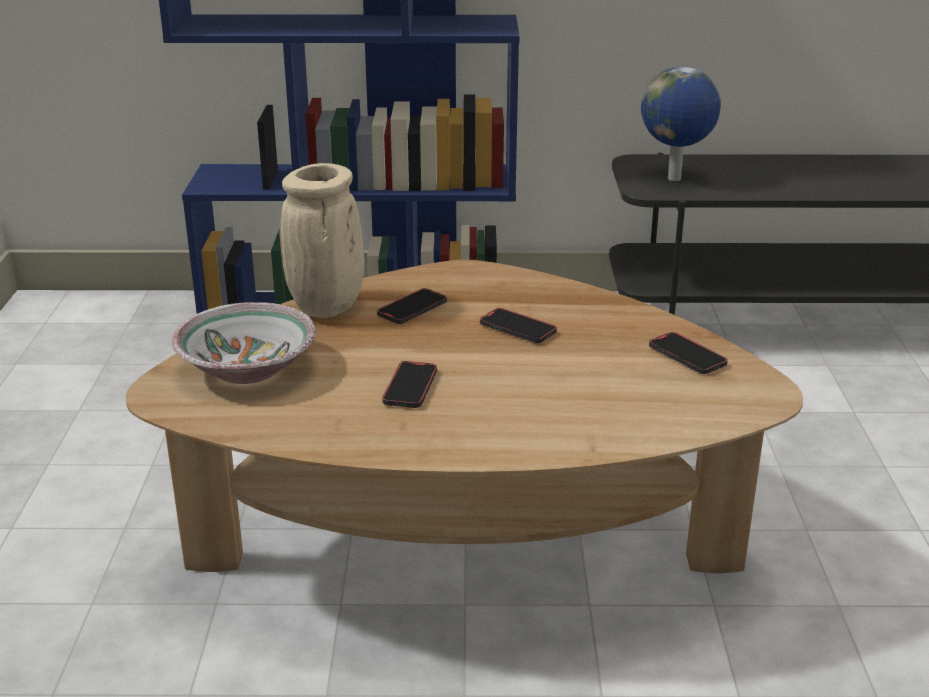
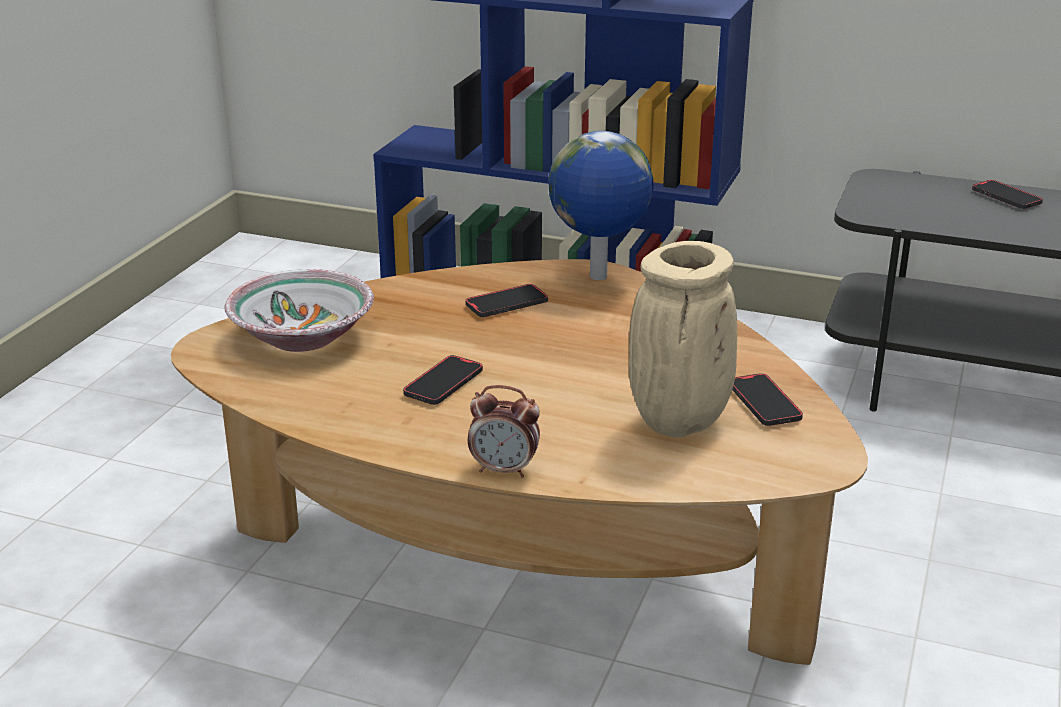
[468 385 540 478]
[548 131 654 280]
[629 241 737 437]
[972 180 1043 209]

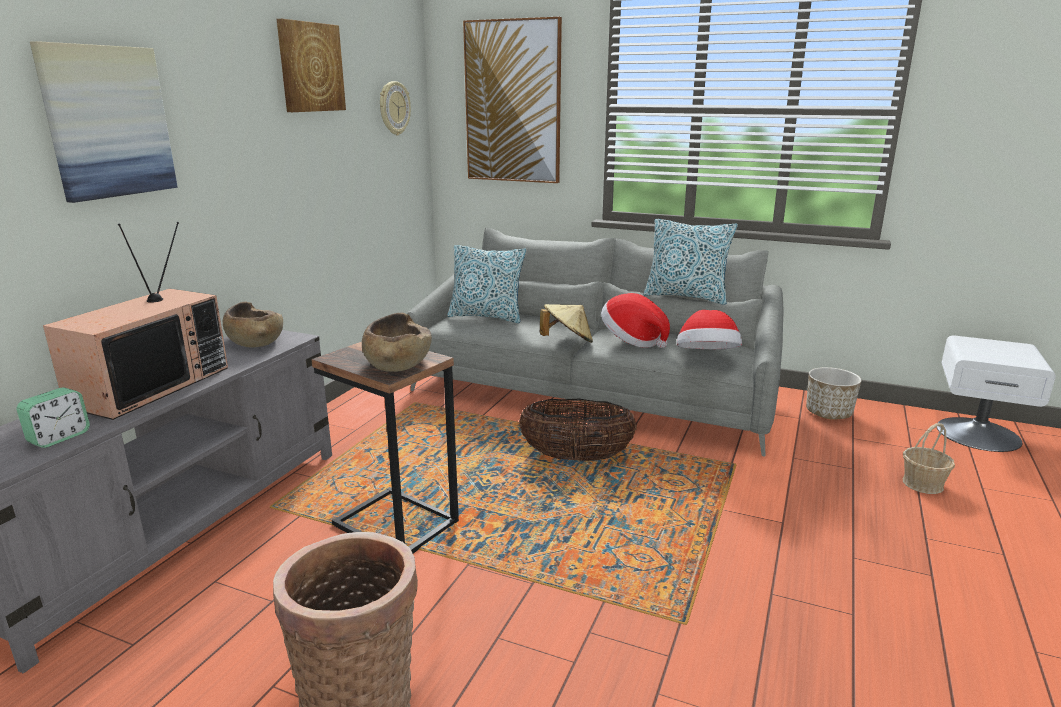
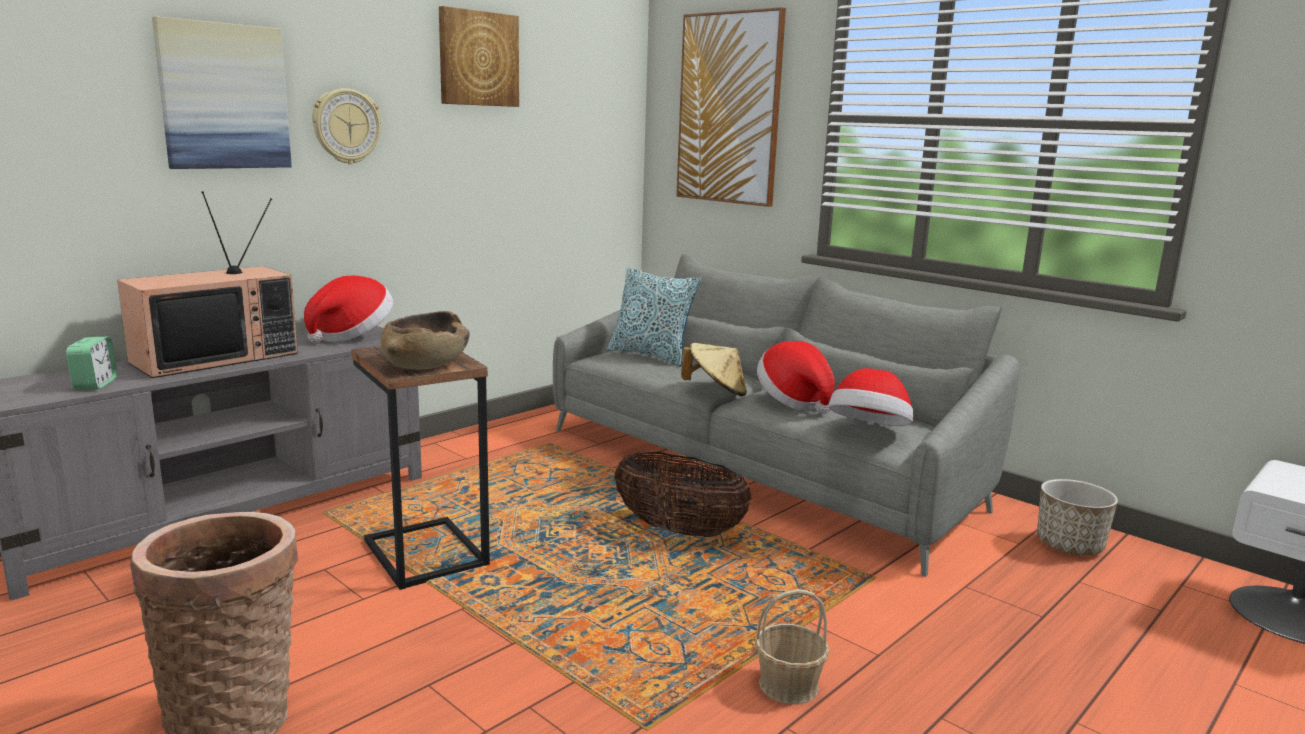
[66 337 117 390]
[304 275 393 343]
[312 88 381 164]
[755 589 830 704]
[644 219 738 305] (first image)

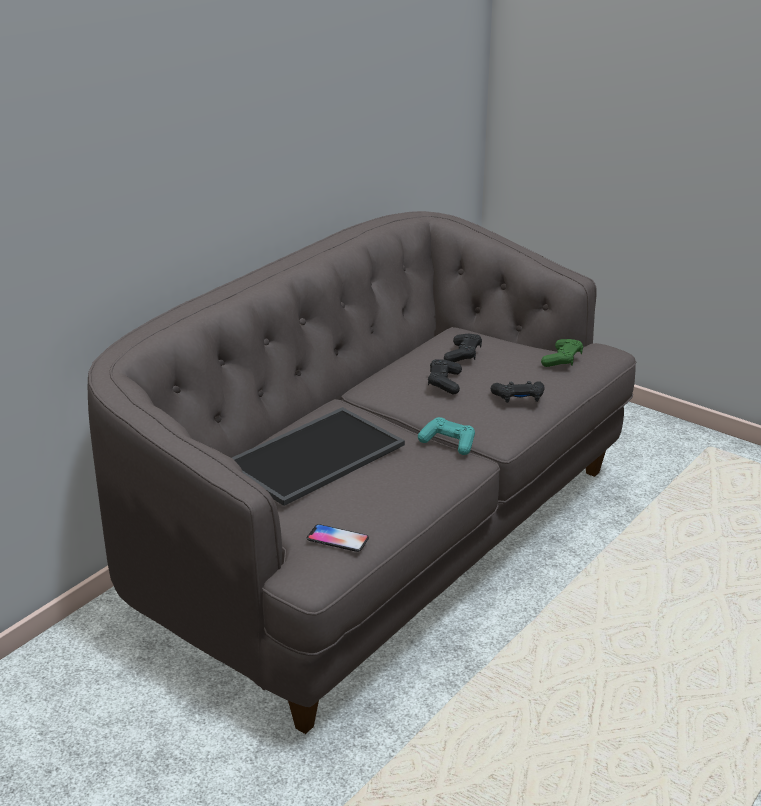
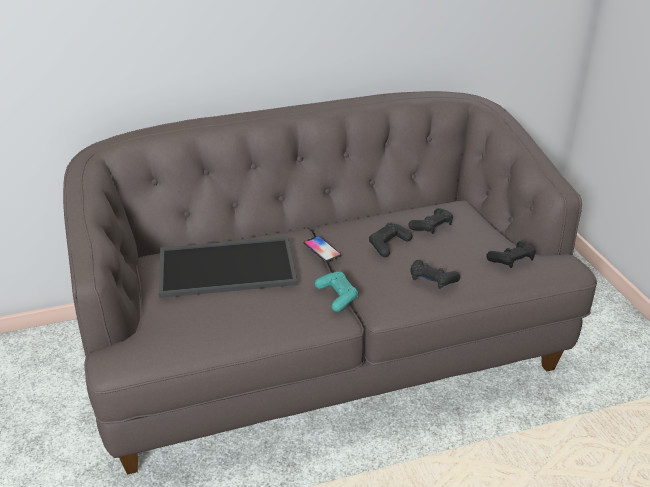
[303 236 341 262]
[486 241 536 268]

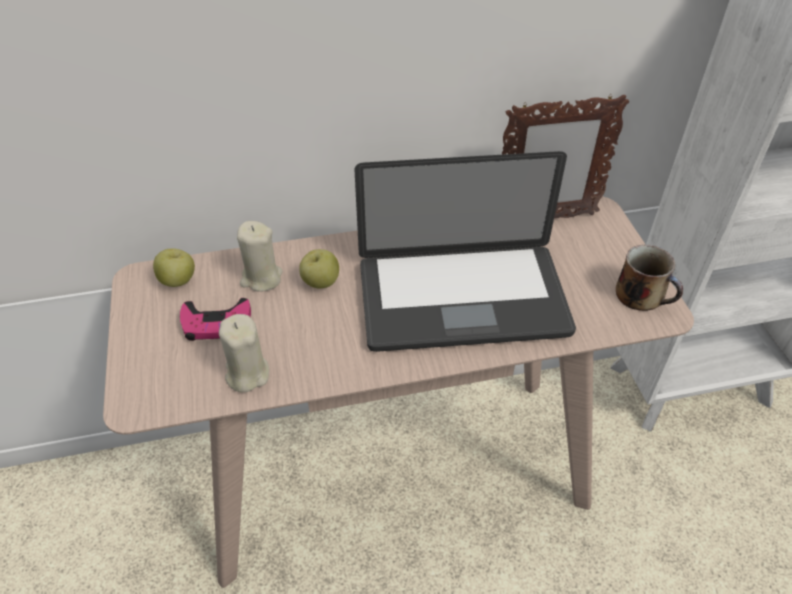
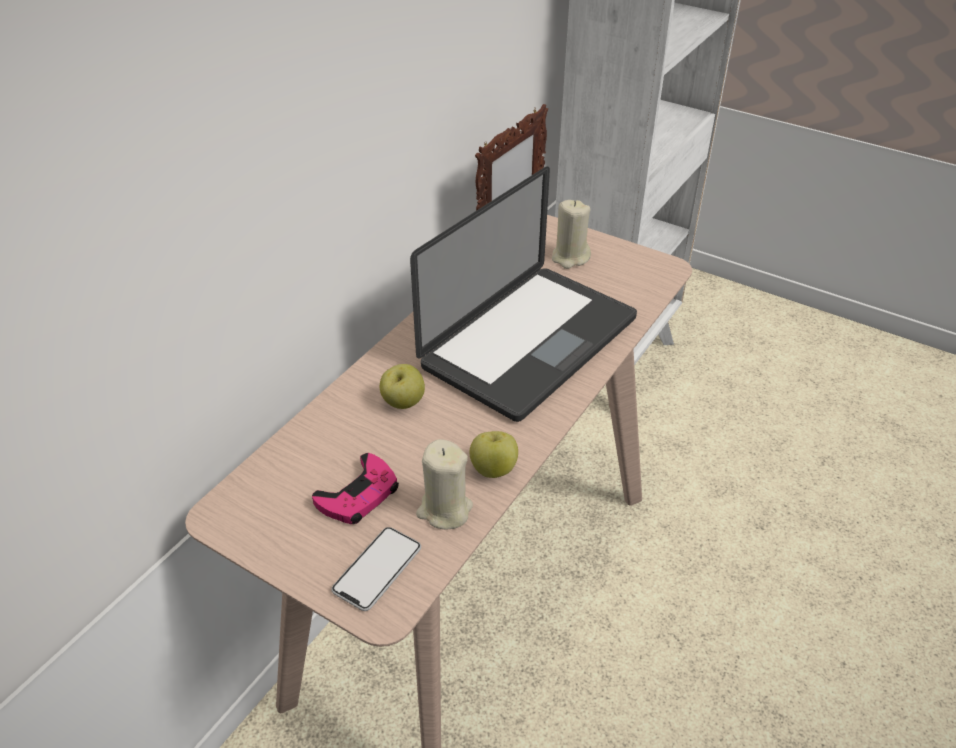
[331 527 421 611]
[470 431 518 478]
[552 200 591 269]
[616 244 683 311] (first image)

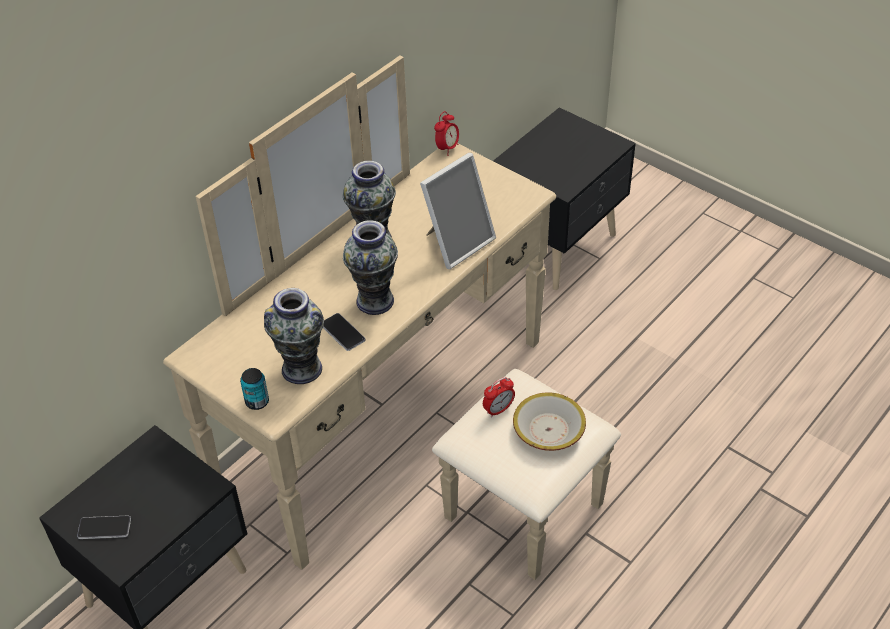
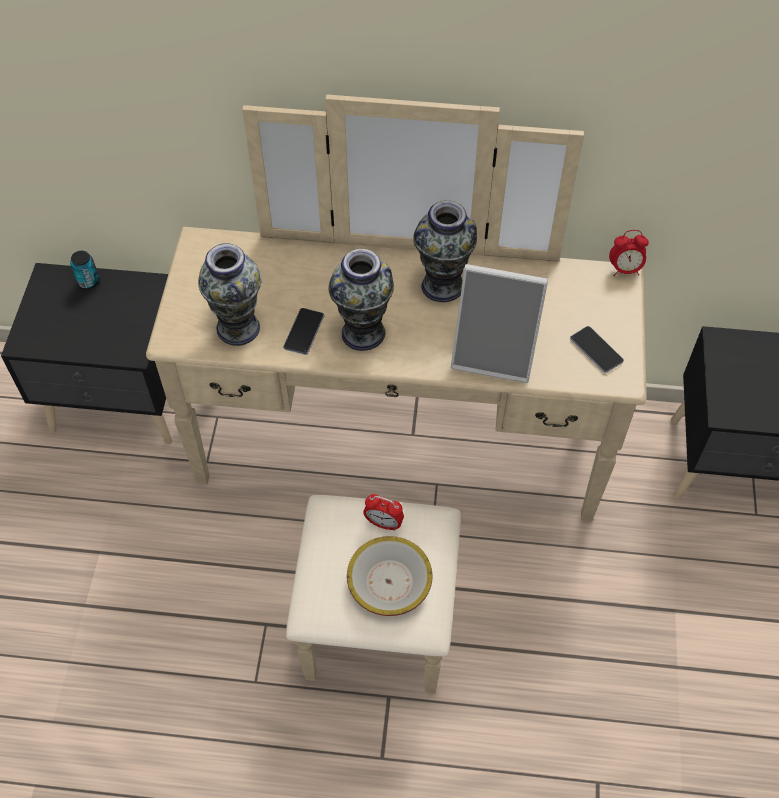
[70 251 100 289]
[570 326 624 373]

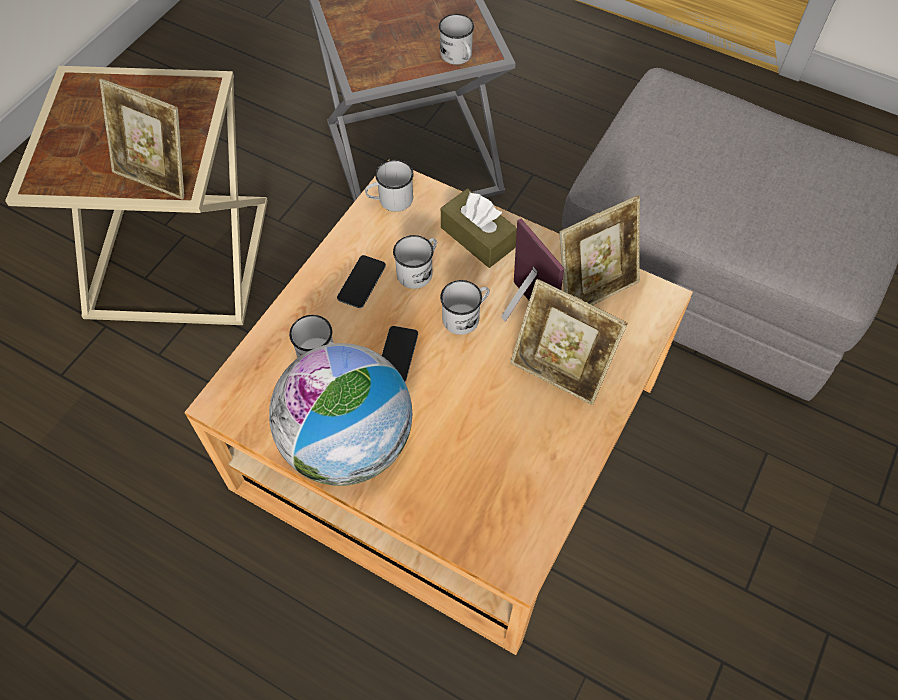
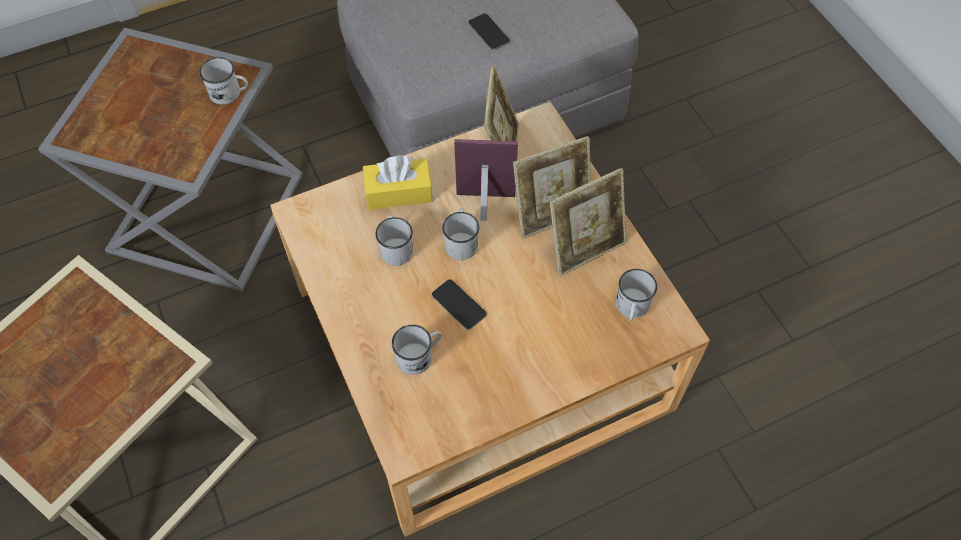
[363 155 433 210]
[468 13 510 50]
[550 168 627 277]
[616 269 657 321]
[269 343 412 486] (first image)

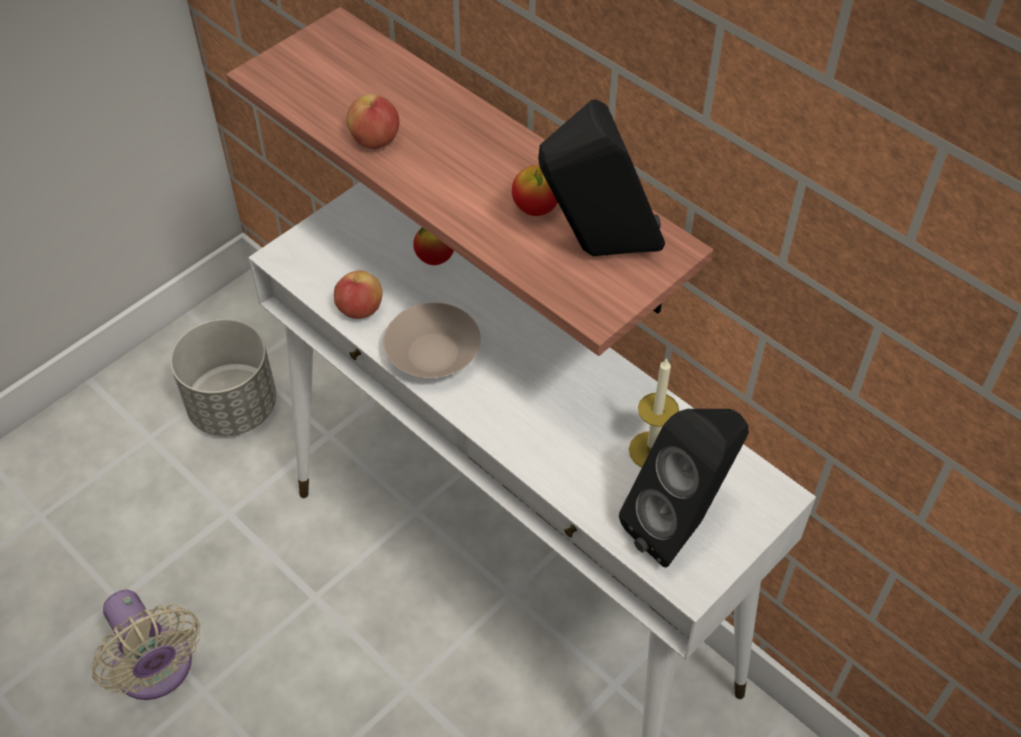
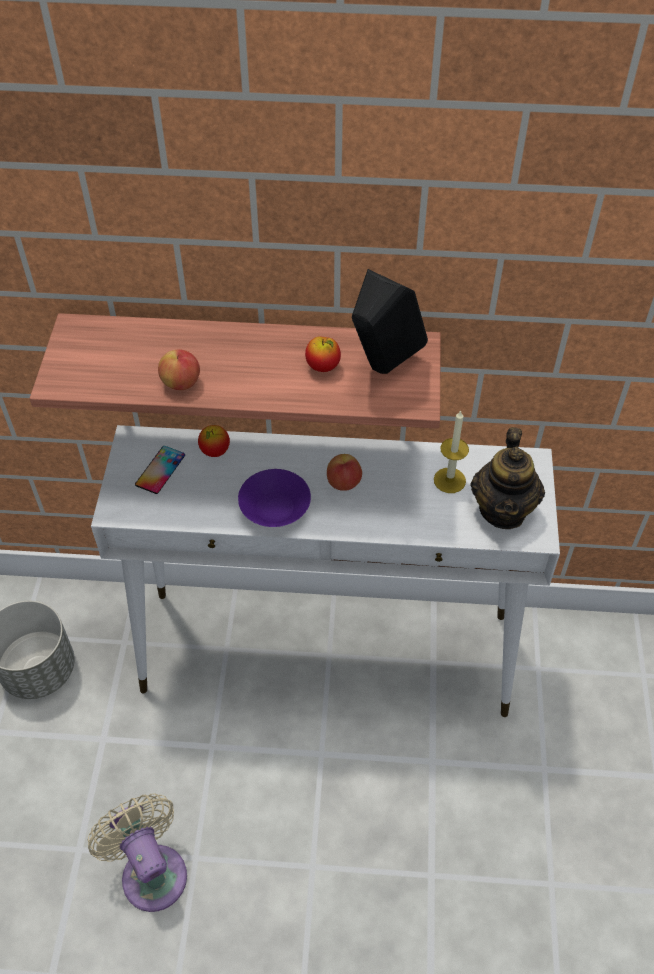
[88 794 187 912]
[135 446 185 494]
[238 469 311 527]
[327 454 362 491]
[471 427 545 529]

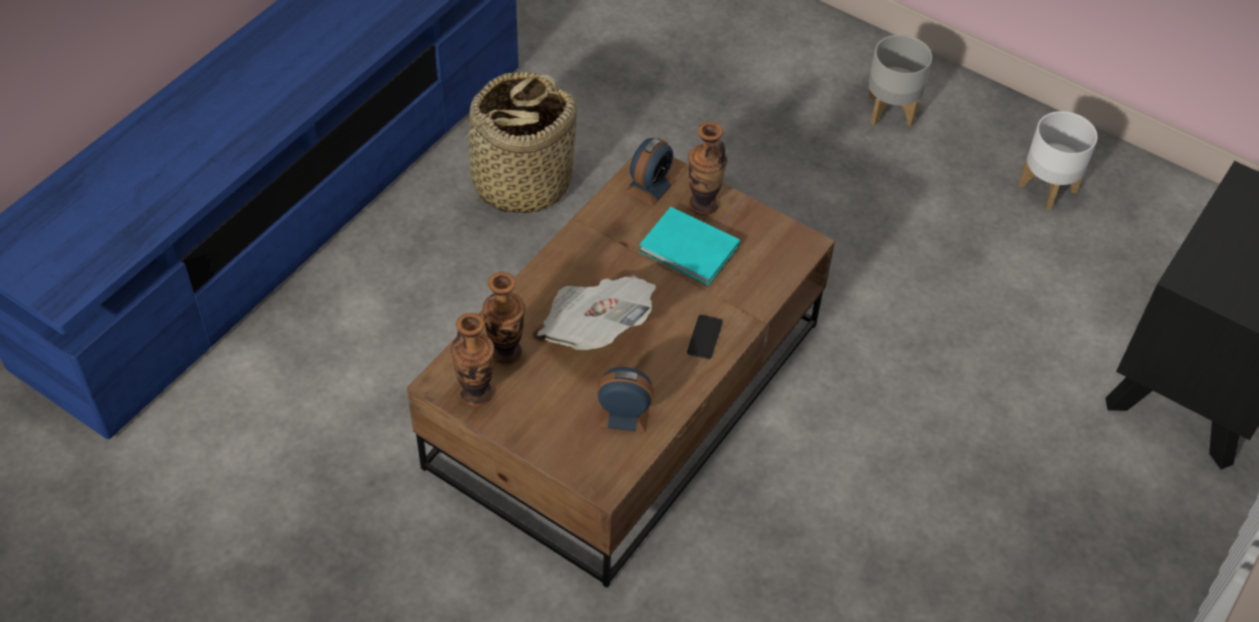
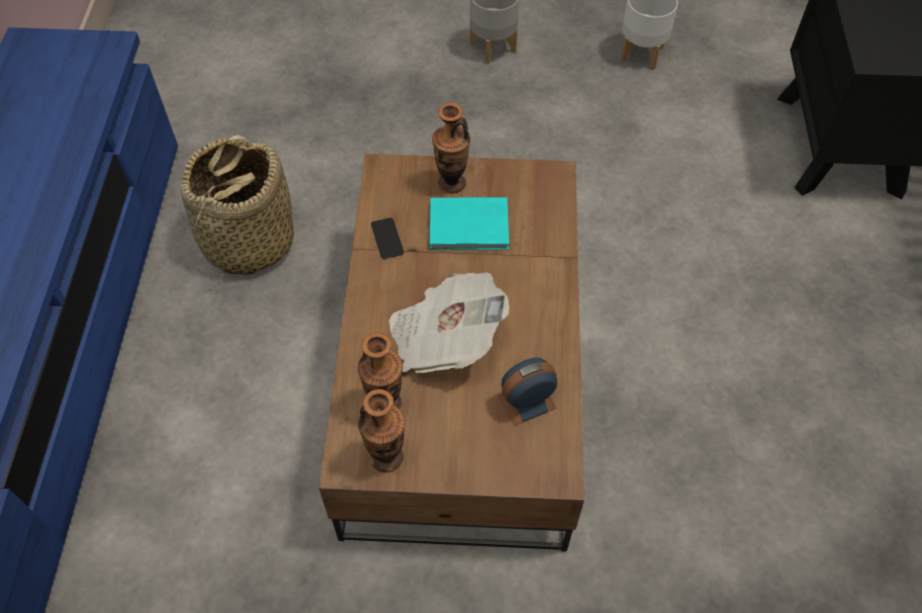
[371 218 404 259]
[624 138 676 206] (first image)

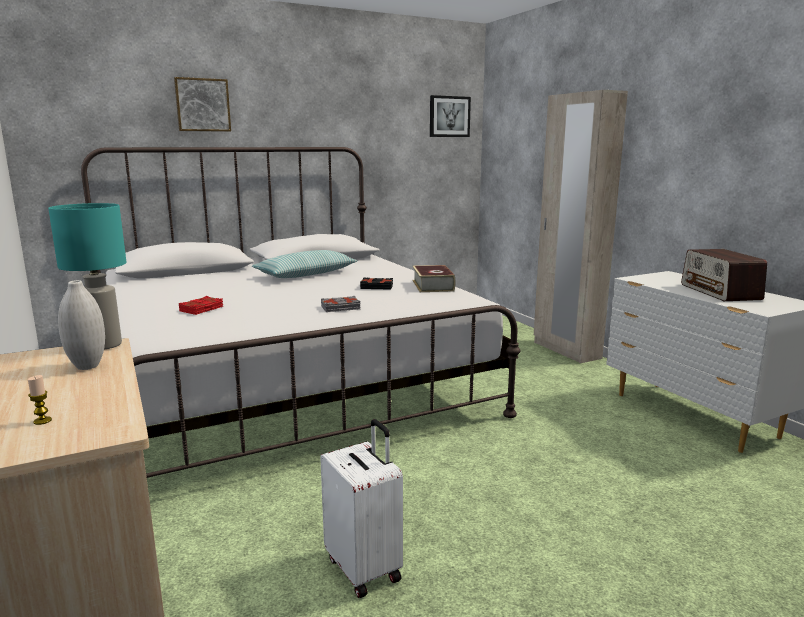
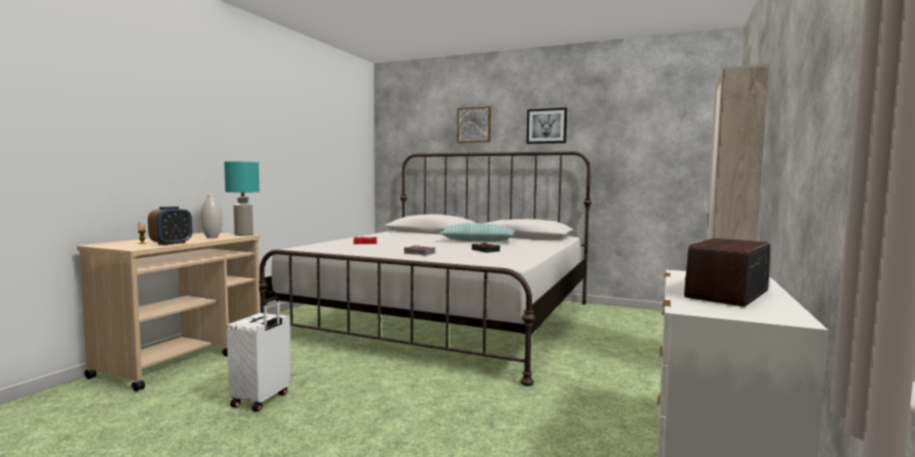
[148 206 192 245]
[527 108 567 144]
[413 265 455 292] (first image)

